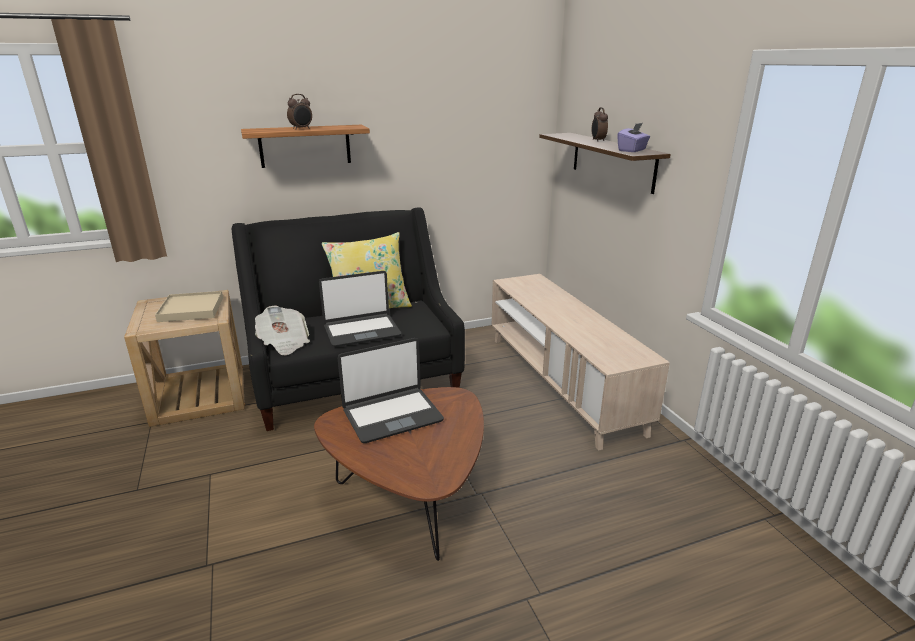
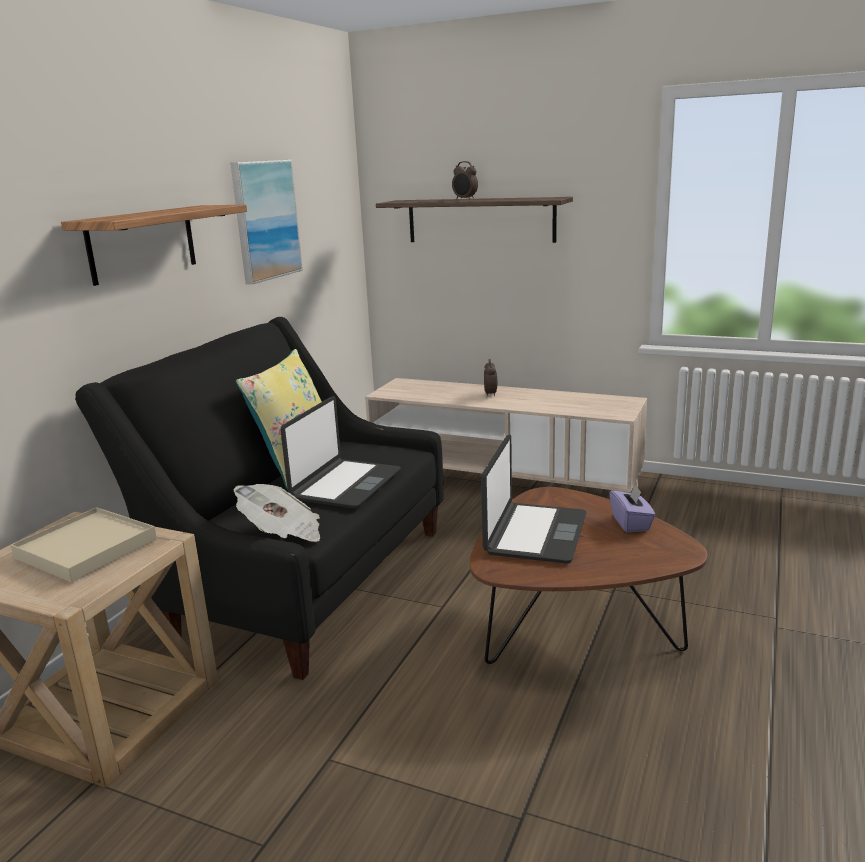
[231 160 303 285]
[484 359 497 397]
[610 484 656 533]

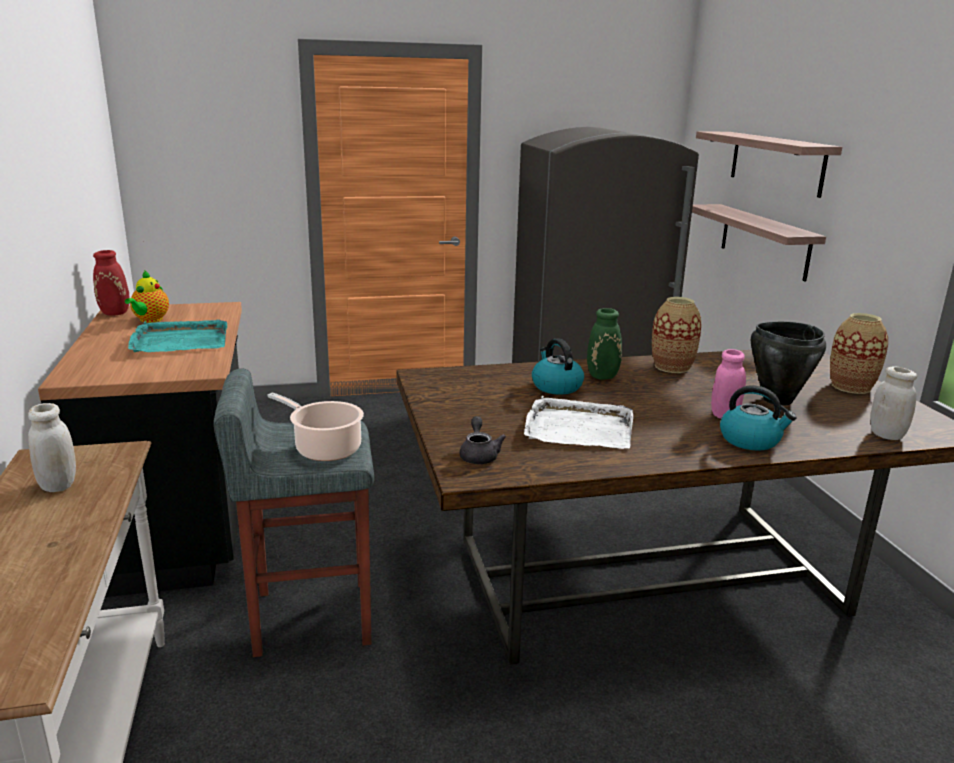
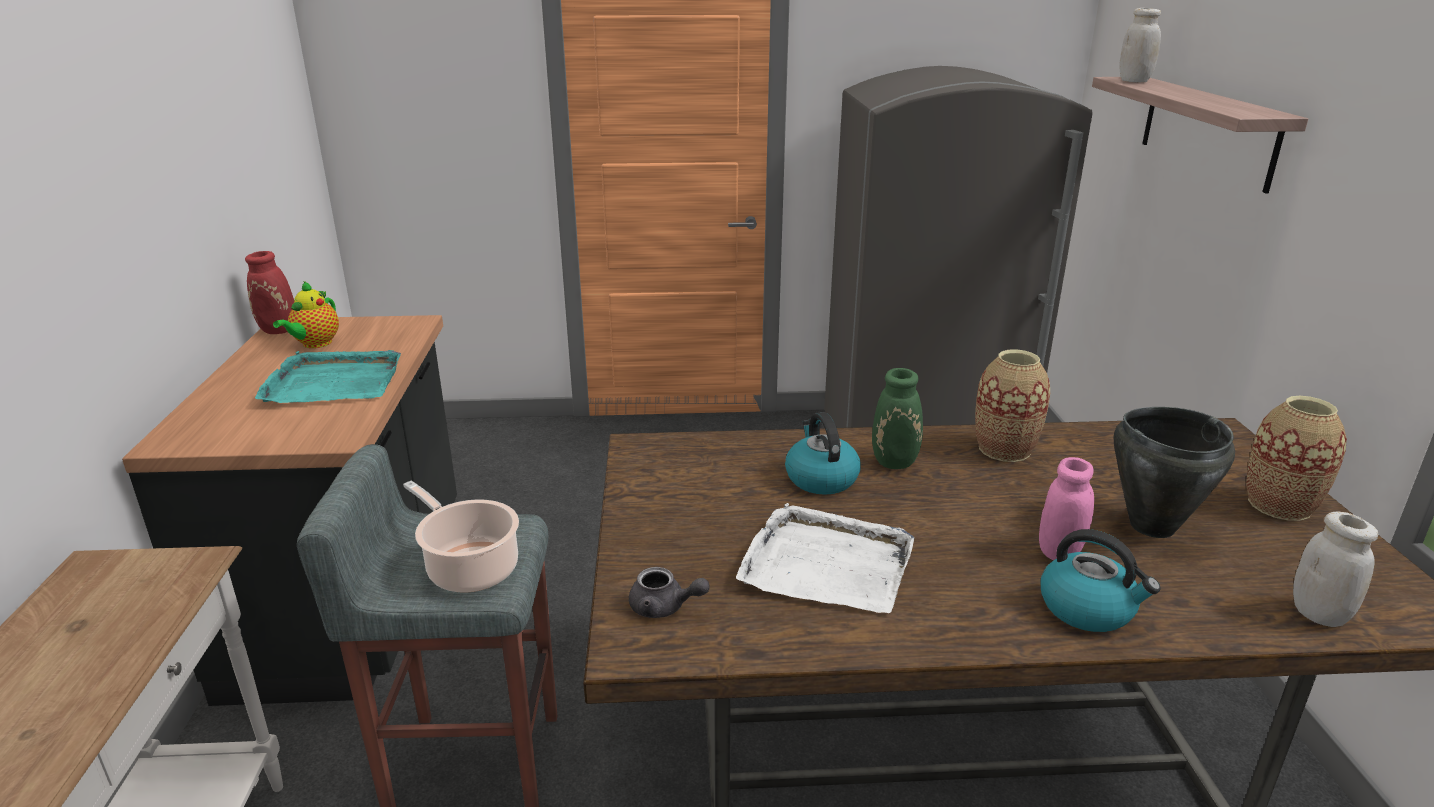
[629 567 709 618]
[1119 8 1161 83]
[692 204 826 282] (first image)

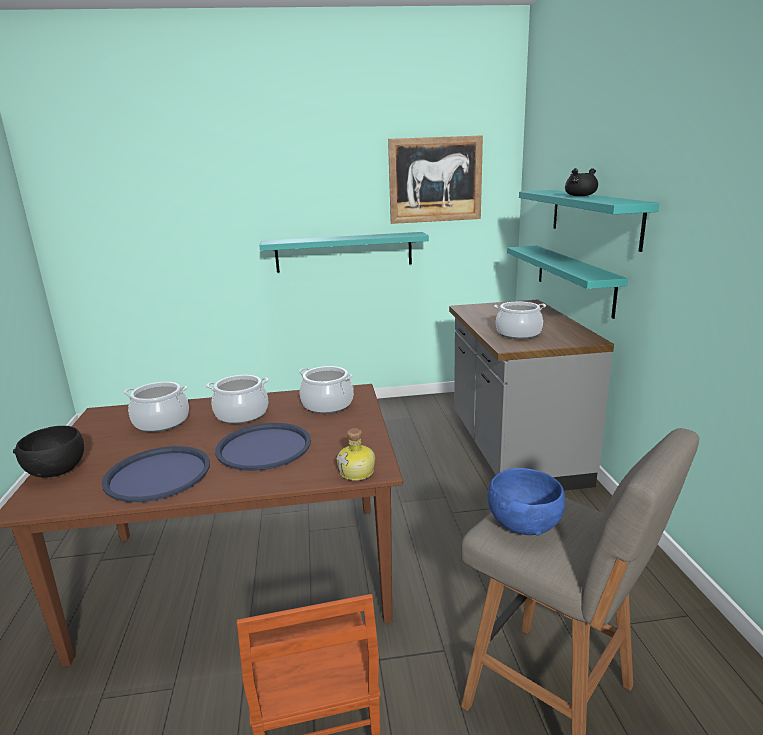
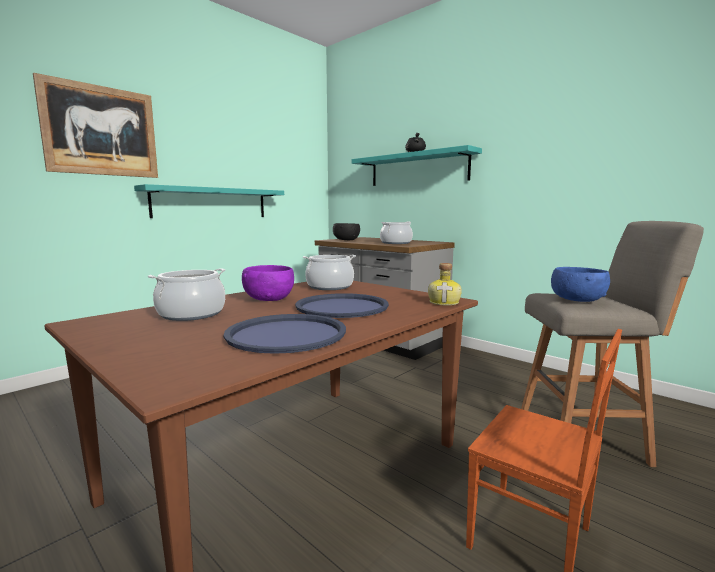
[33 73 158 178]
[242 265 294 301]
[333 223 360 240]
[507 246 628 319] (first image)

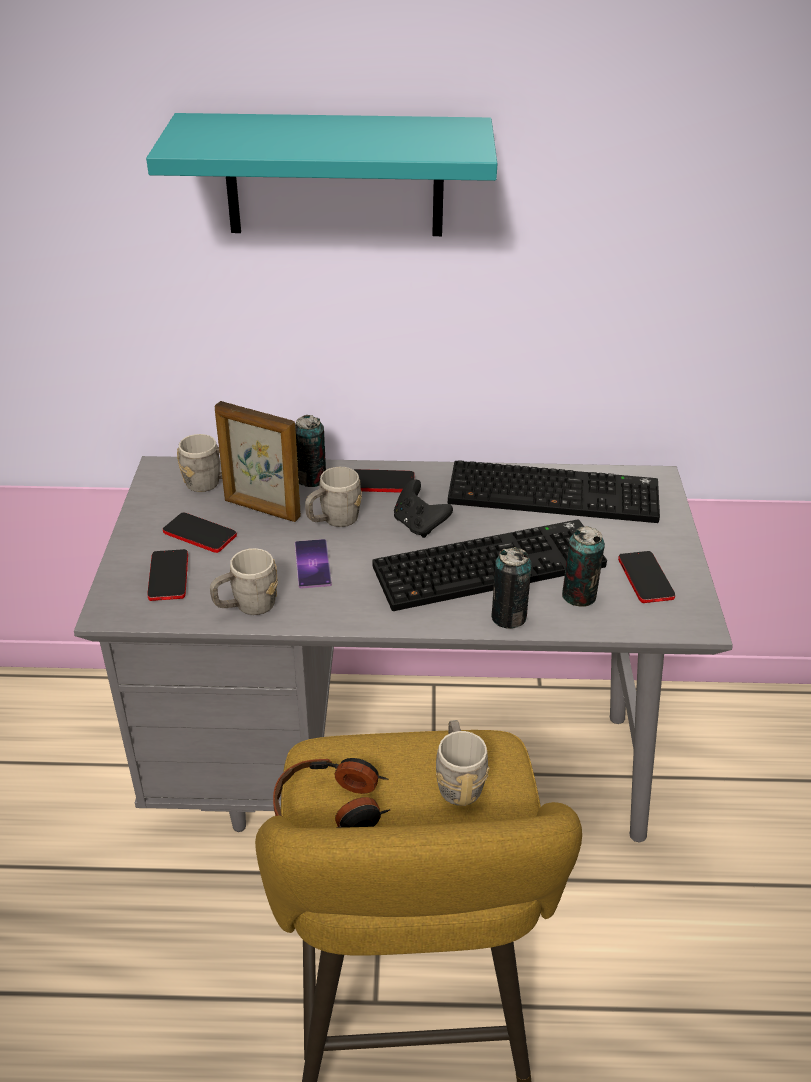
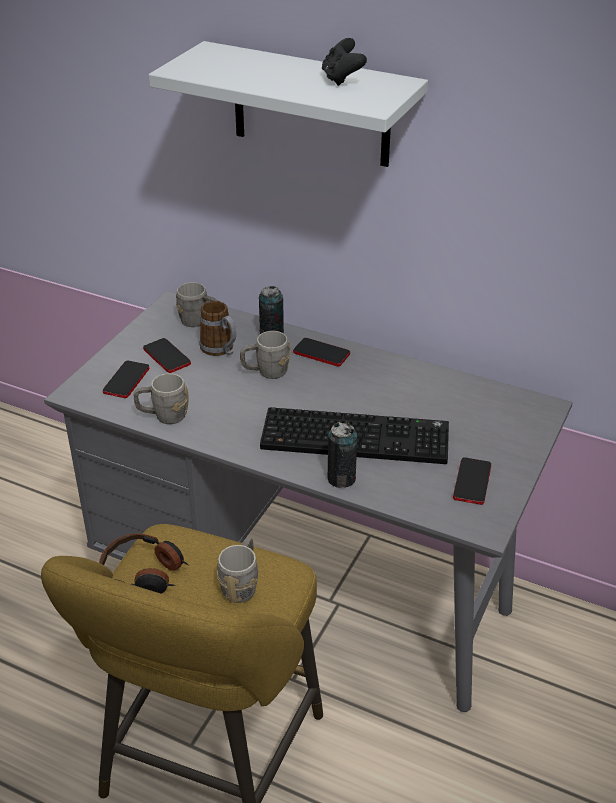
[149 41 428 167]
[200 301 236 356]
[322 38 367 86]
[295 539 332 589] (first image)
[448 460 660 523] (first image)
[562 526 605 607] (first image)

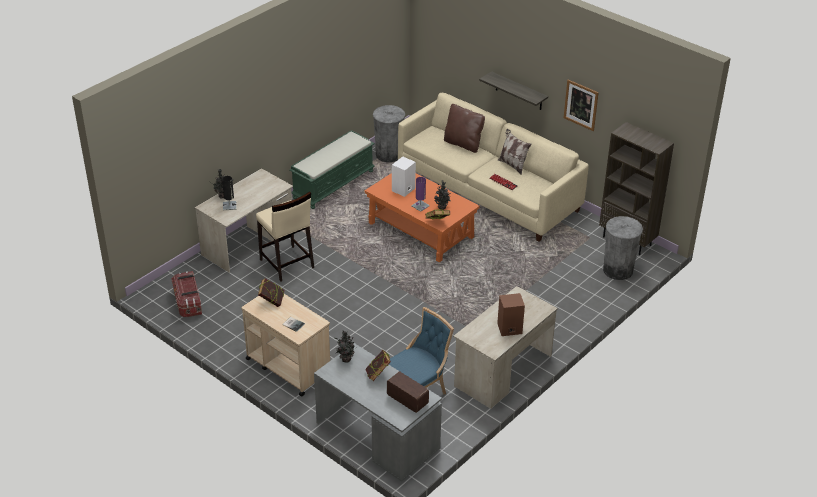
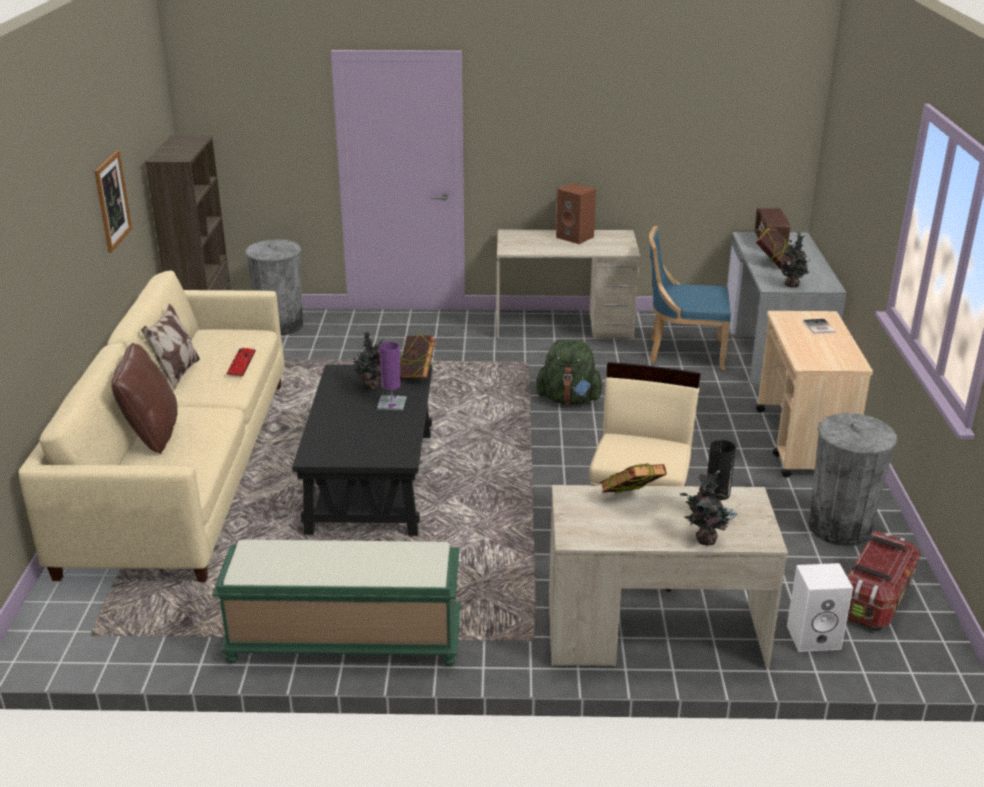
[292 364 432 536]
[536 340 604 404]
[599 463 667 493]
[787 563 853 652]
[809 413 897 546]
[479 71 548 110] (first image)

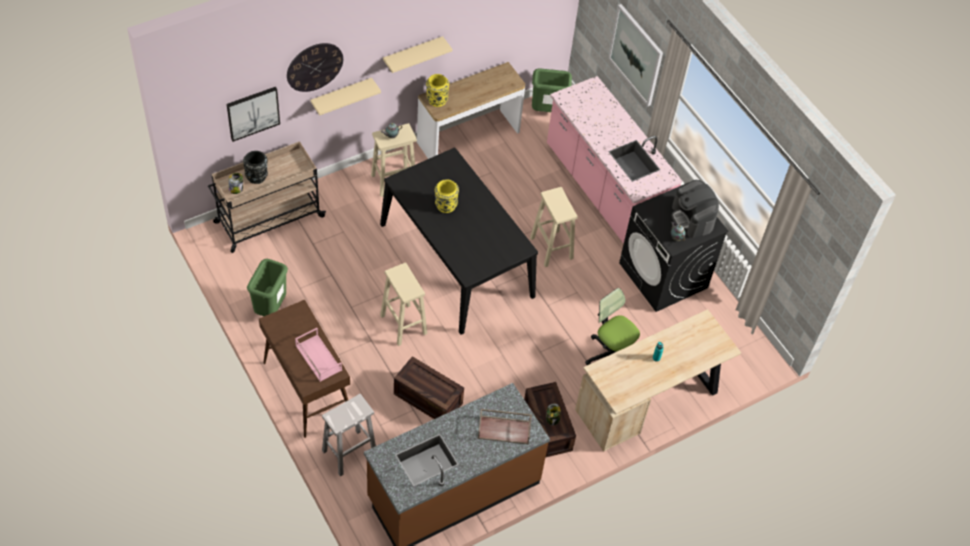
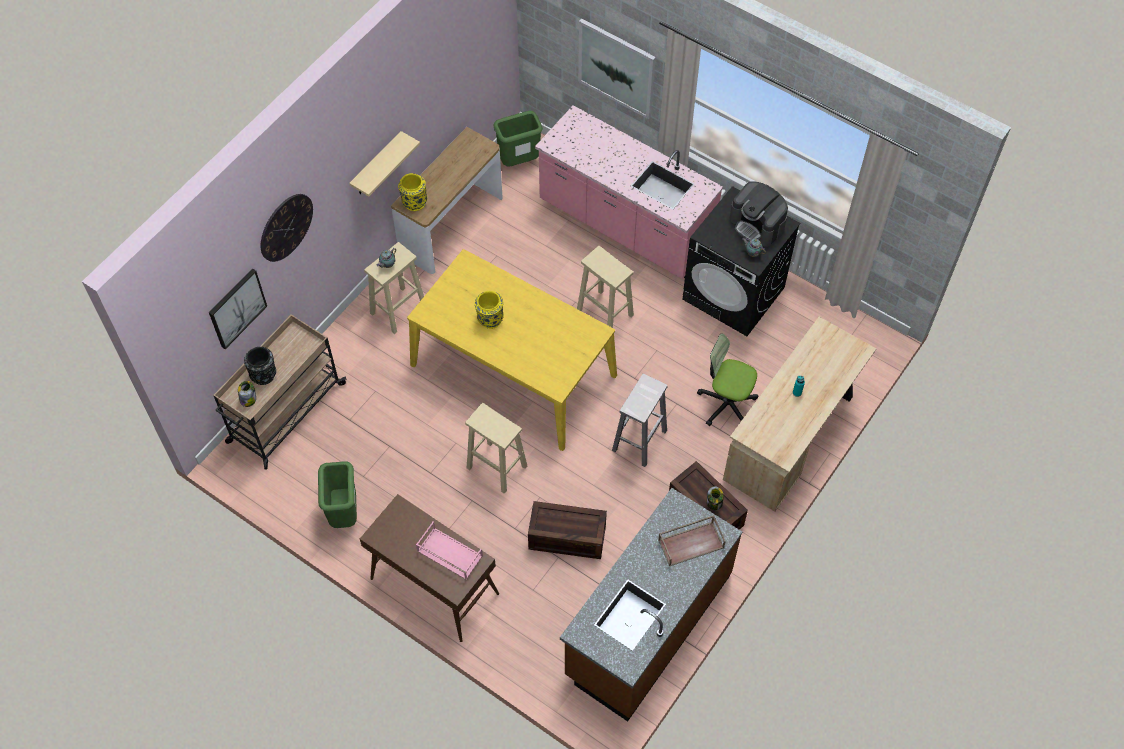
[407 249 617 451]
[612 374 668 467]
[311 78 381 116] (first image)

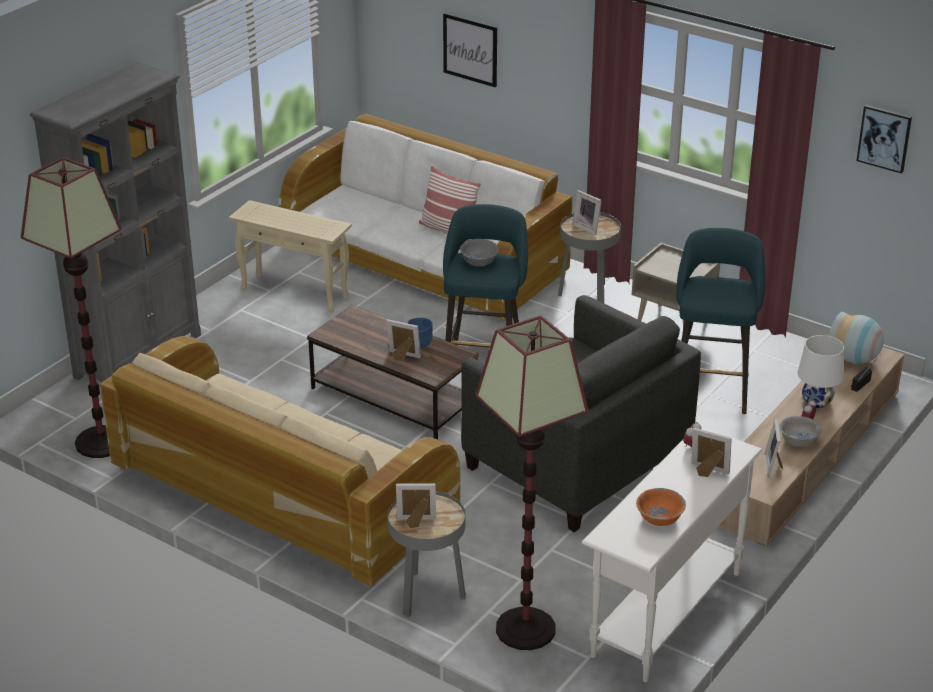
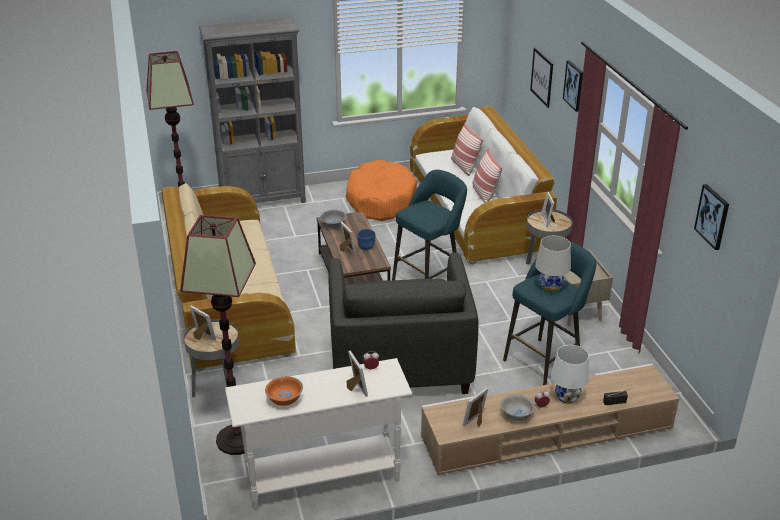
[320 210 347 229]
[346 160 417 221]
[451 123 483 176]
[535 236 571 292]
[563 60 583 112]
[829 312 884 364] (first image)

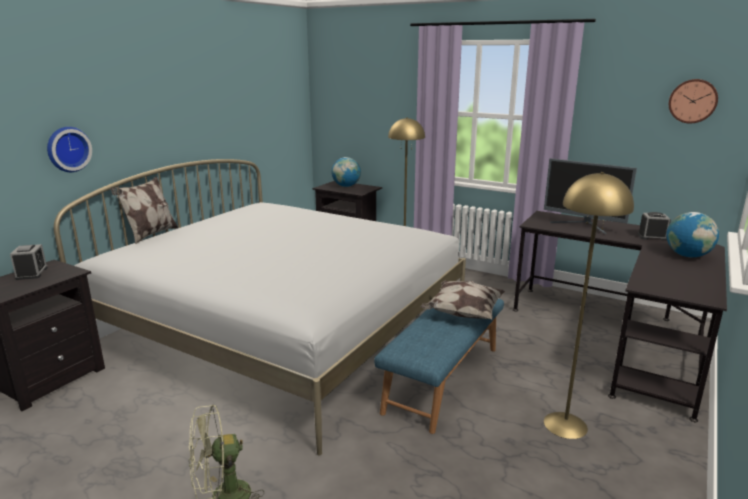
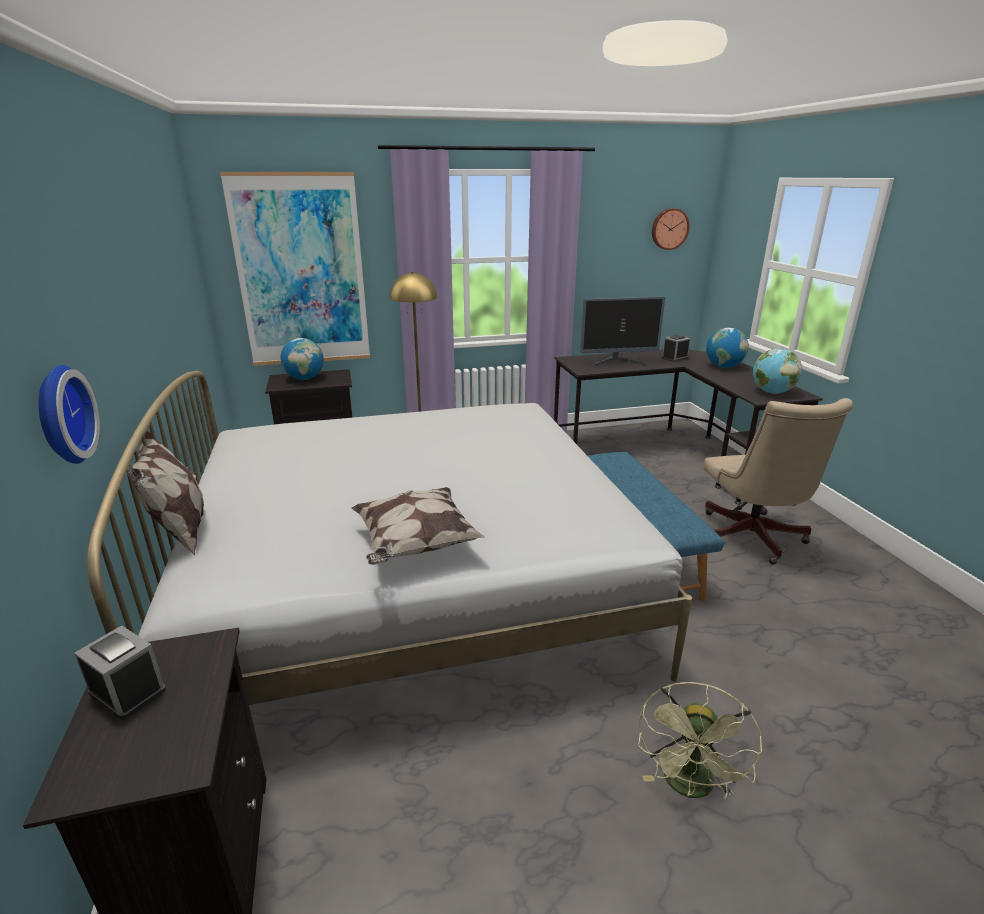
[220 172 370 366]
[351 487 485 565]
[704 398 853 565]
[753 349 802 394]

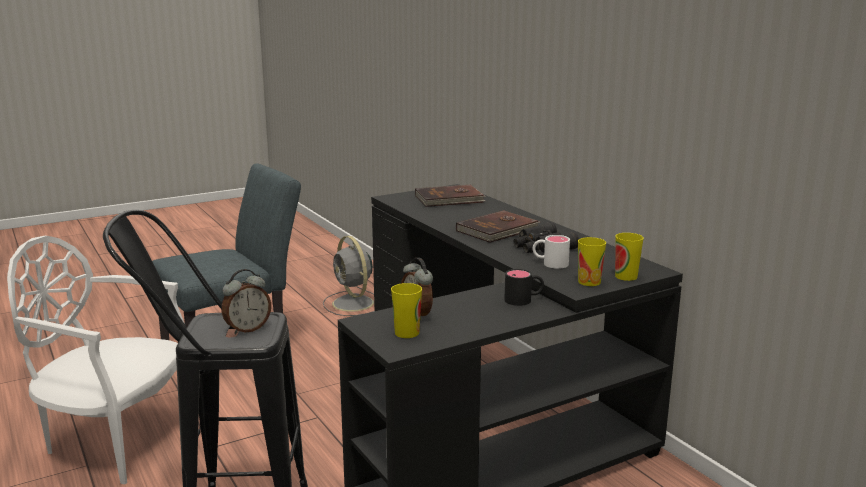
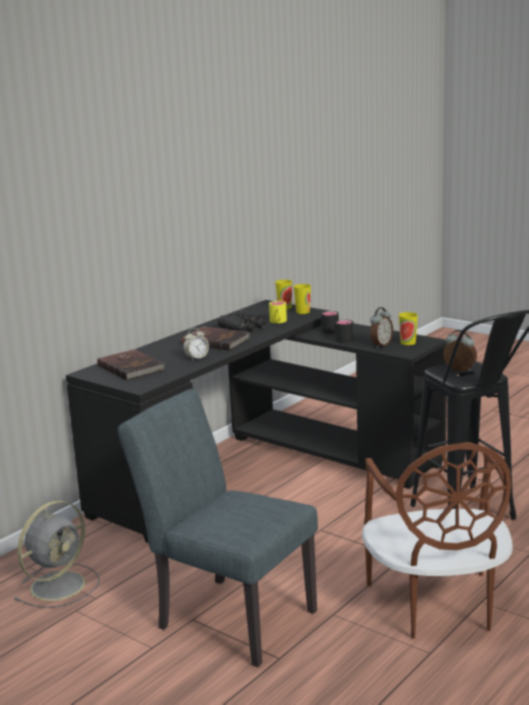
[183 328 209 360]
[269 301 287 323]
[335 319 354 343]
[362 442 513 639]

